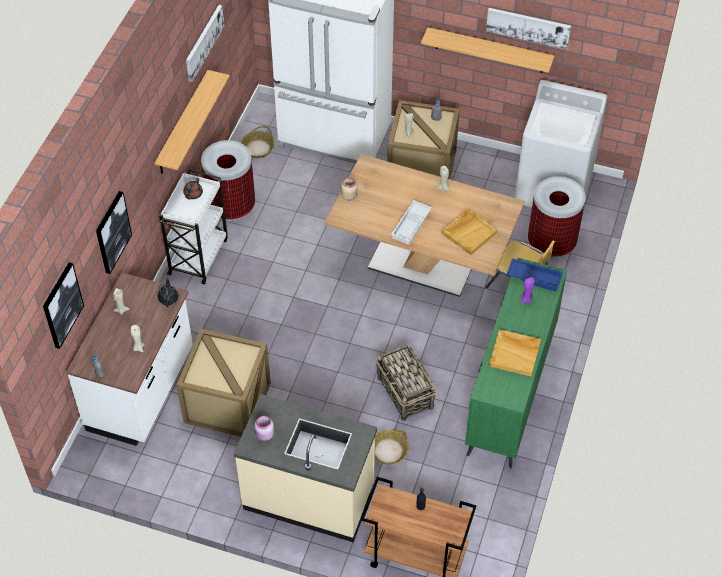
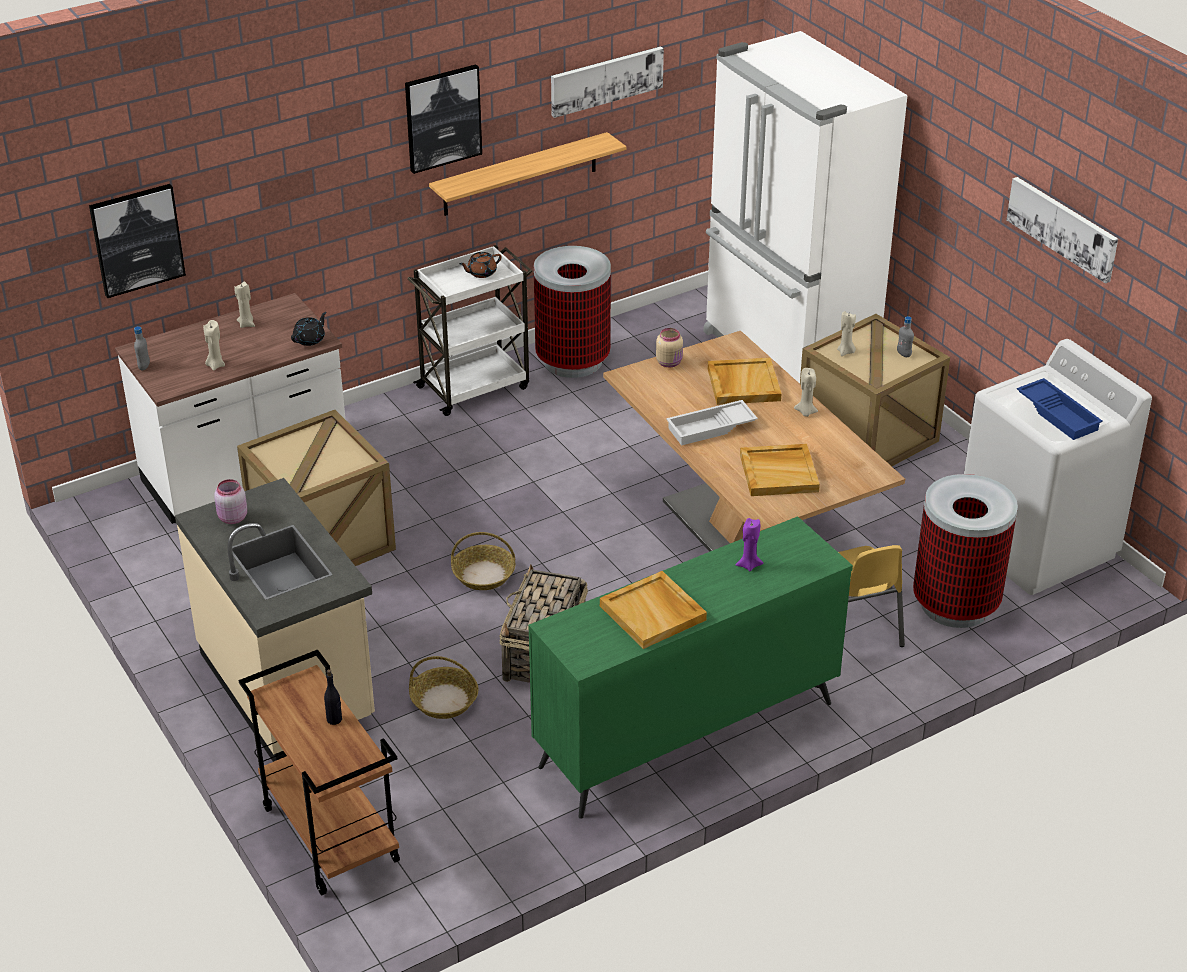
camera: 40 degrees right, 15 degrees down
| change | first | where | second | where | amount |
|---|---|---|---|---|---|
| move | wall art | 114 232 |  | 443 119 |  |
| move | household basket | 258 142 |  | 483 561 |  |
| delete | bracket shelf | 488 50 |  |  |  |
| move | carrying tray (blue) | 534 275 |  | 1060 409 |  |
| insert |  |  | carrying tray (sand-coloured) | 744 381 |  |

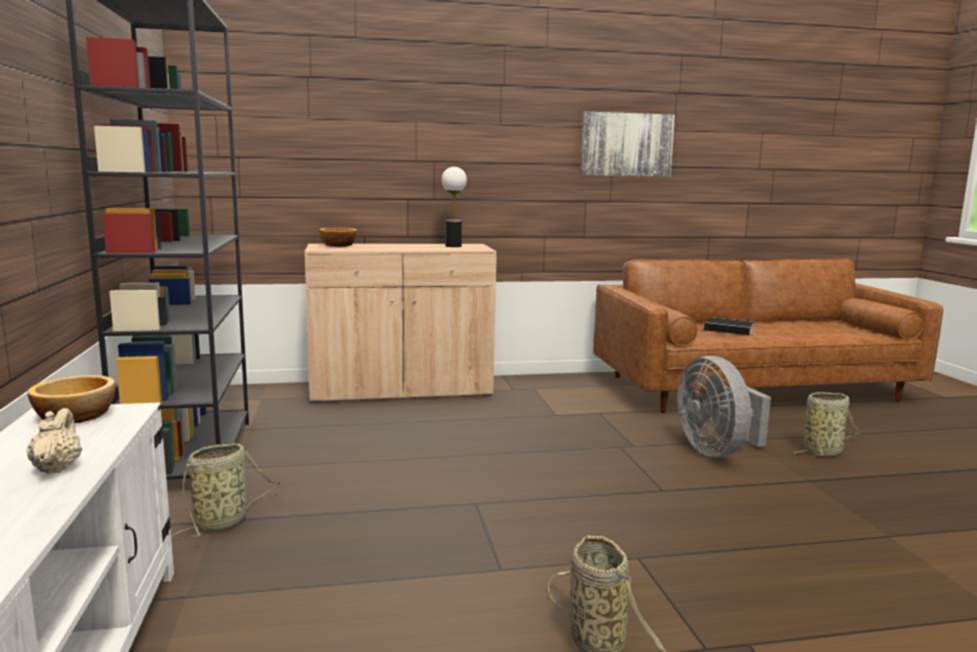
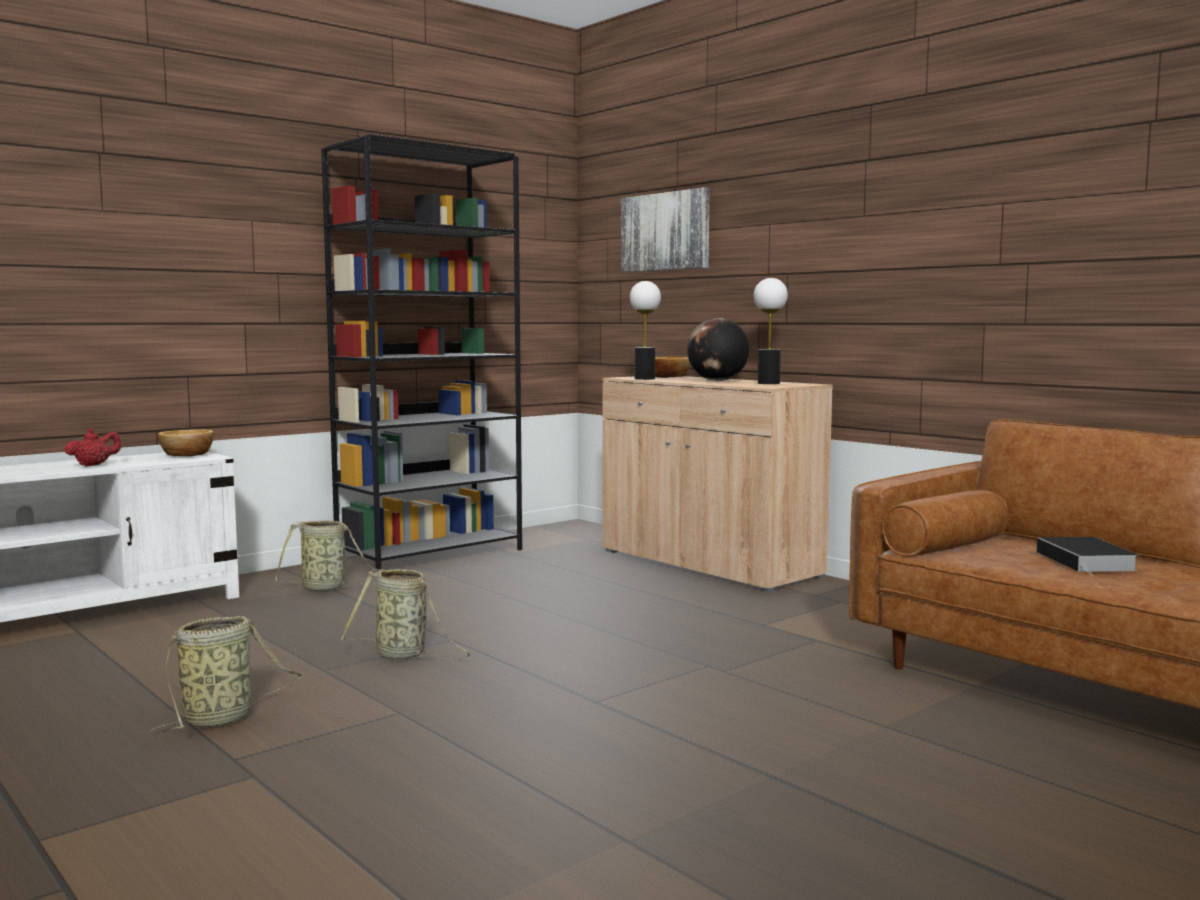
camera: 60 degrees right, 5 degrees down
| change | first | where | second | where | amount |
|---|---|---|---|---|---|
| recolor | pot for tea (sand-coloured) | 54 441 | pot for tea (red) | 92 447 |  |
| move | wall art | 627 144 |  | 665 229 |  |
| delete | cooling fan (greyish) | 724 407 |  |  |  |
| move | household basket | 827 424 |  | 405 614 |  |
| insert |  |  | table lamp | 645 330 |  |
| insert |  |  | world globe | 718 349 |  |

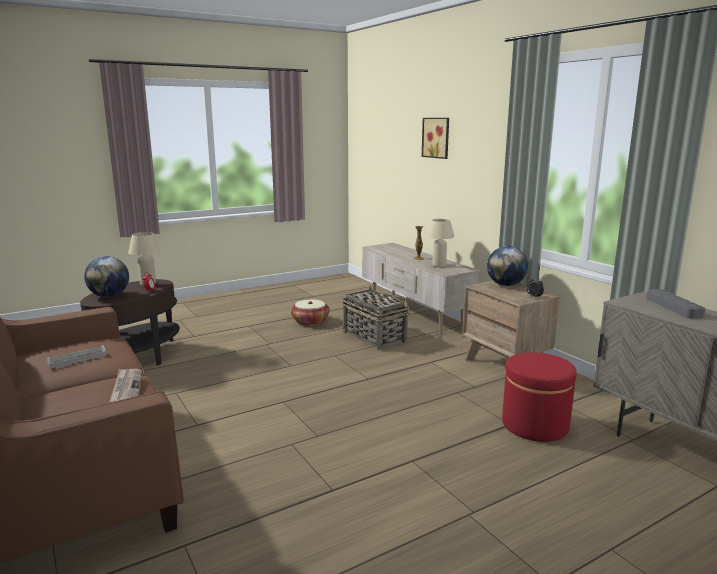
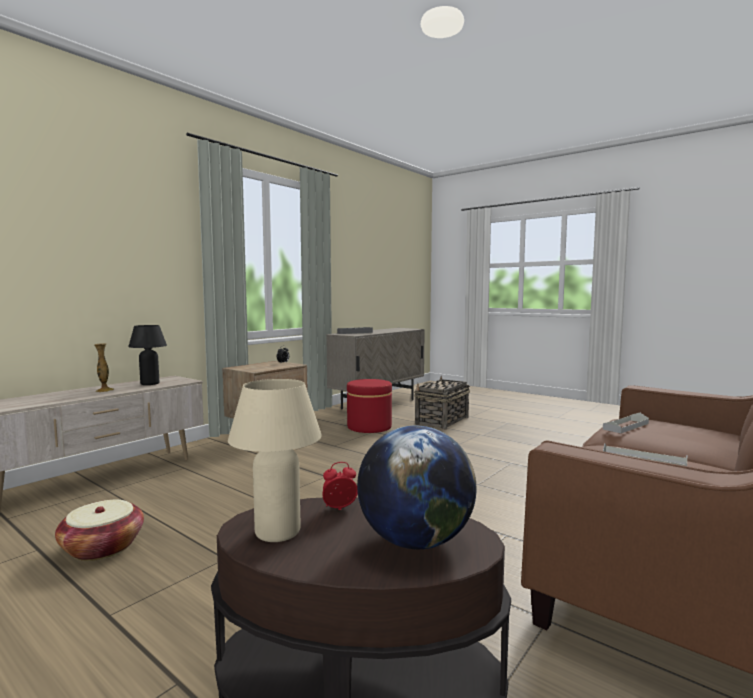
camera: 110 degrees left, 10 degrees down
| change | first | where | second | where | amount |
|---|---|---|---|---|---|
| replace | printed paper | 125 385 | carrying tray (greyish) | 626 423 |  |
| move | household basket | 376 317 |  | 442 403 |  |
| delete | wall art | 435 138 |  |  |  |
| recolor | table lamp (sand-coloured) | 440 243 | table lamp (black-coloured) | 147 355 |  |
| delete | world globe | 507 266 |  |  |  |

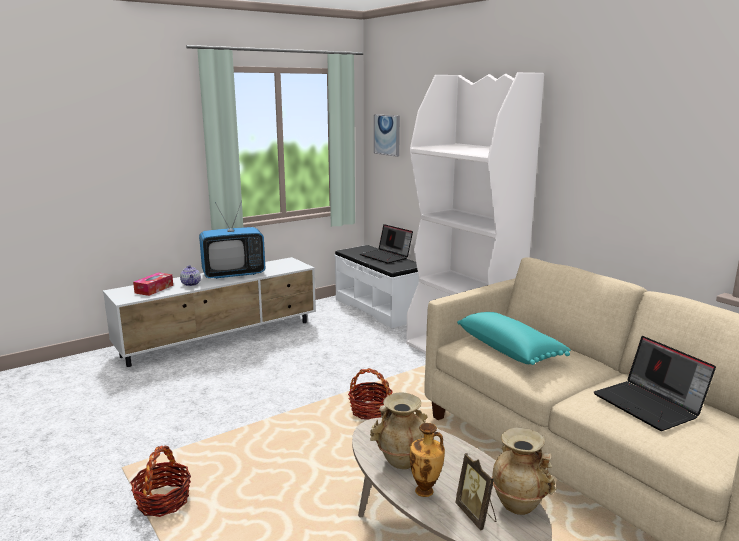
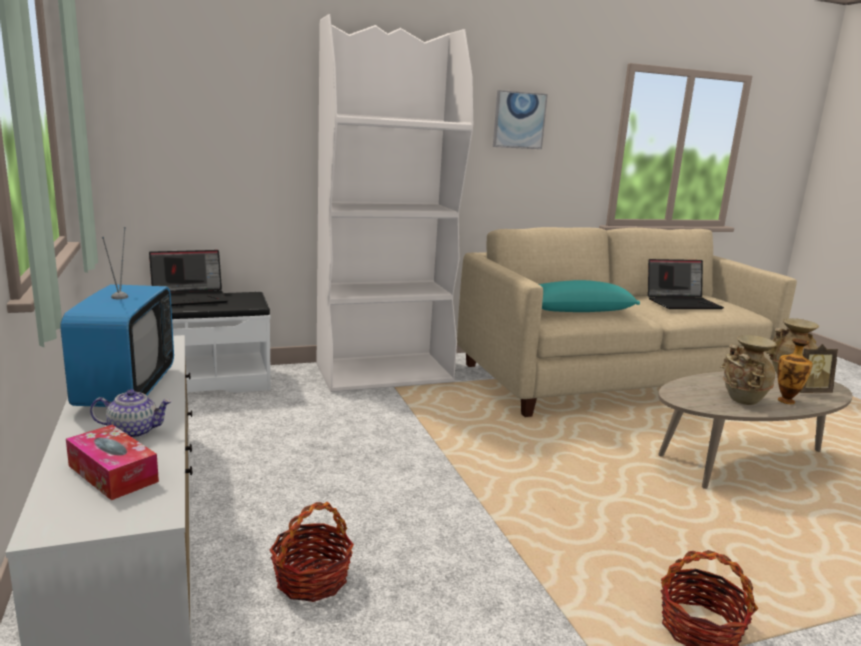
camera: 75 degrees left, 0 degrees up
| change | first | where | second | where | amount |
|---|---|---|---|---|---|
| move | household basket | 370 394 |  | 312 552 |  |
| move | wall art | 387 135 |  | 520 119 |  |

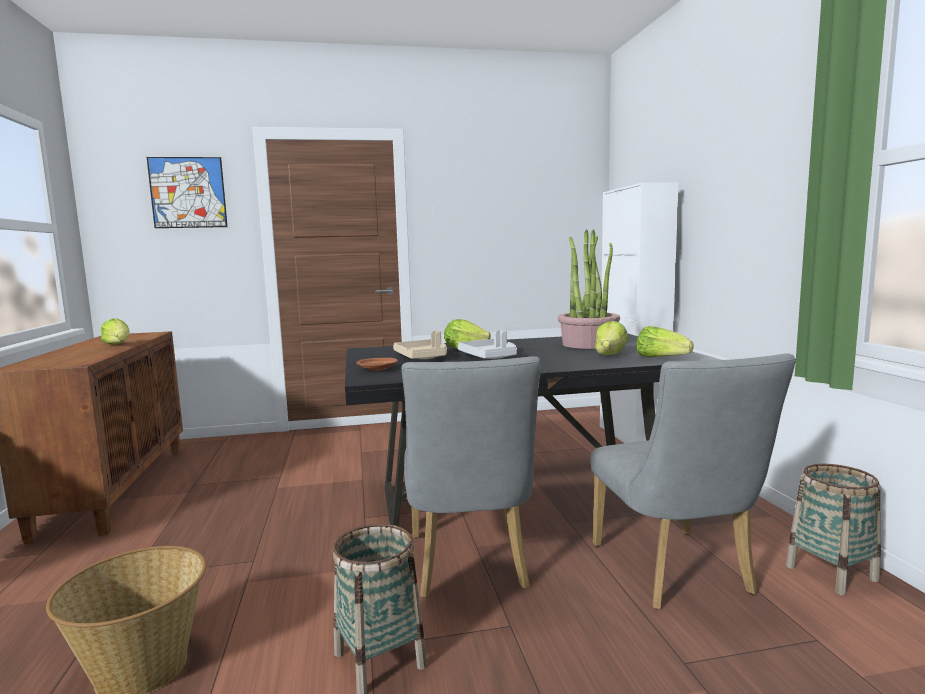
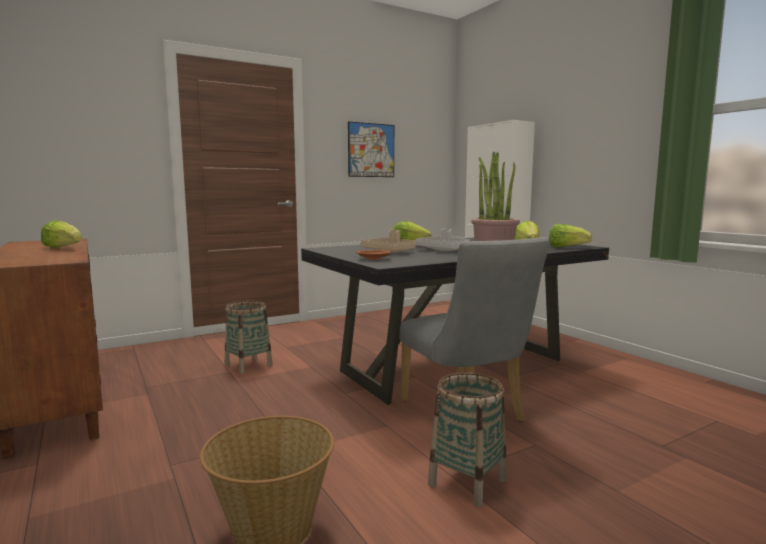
camera: 20 degrees left, 0 degrees up
| change | first | where | second | where | amount |
|---|---|---|---|---|---|
| move | wall art | 187 192 |  | 371 149 |  |
| delete | upright chair (greyish) | 693 481 |  |  |  |
| move | household basket | 833 530 |  | 249 337 |  |

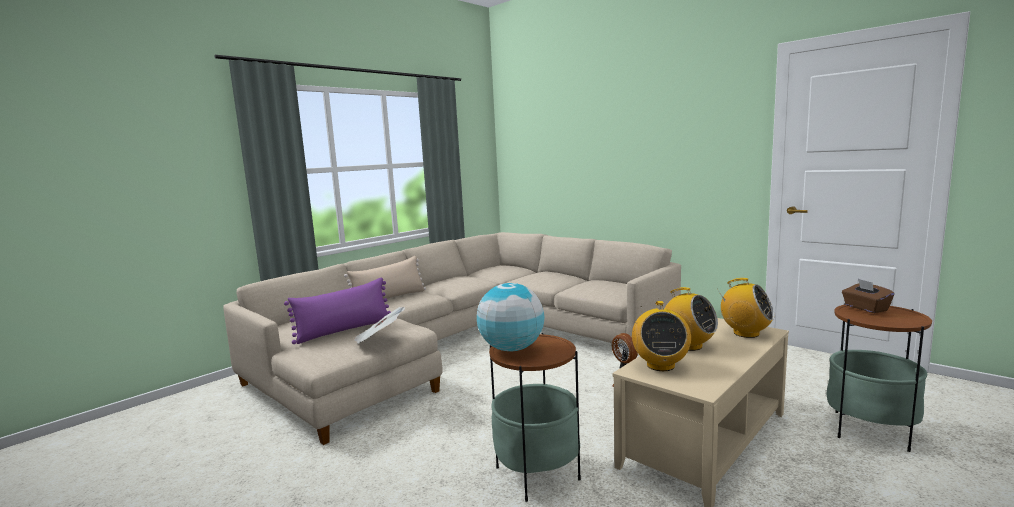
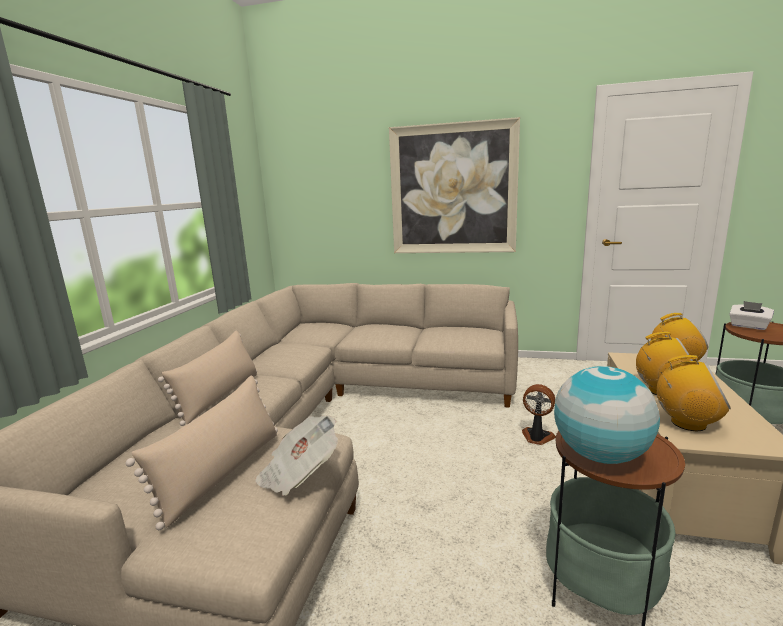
camera: 30 degrees left, 5 degrees up
| change | first | where | second | where | amount |
|---|---|---|---|---|---|
| recolor | throw pillow (purple-coloured) | 337 311 | throw pillow (sand-coloured) | 202 453 |  |
| rotate | radio | 661 336 |  | 693 393 | 45 degrees counterclockwise |
| recolor | tissue holder (brown-coloured) | 868 296 | tissue holder (white) | 752 315 |  |
| insert |  |  | wall art | 454 185 |  |

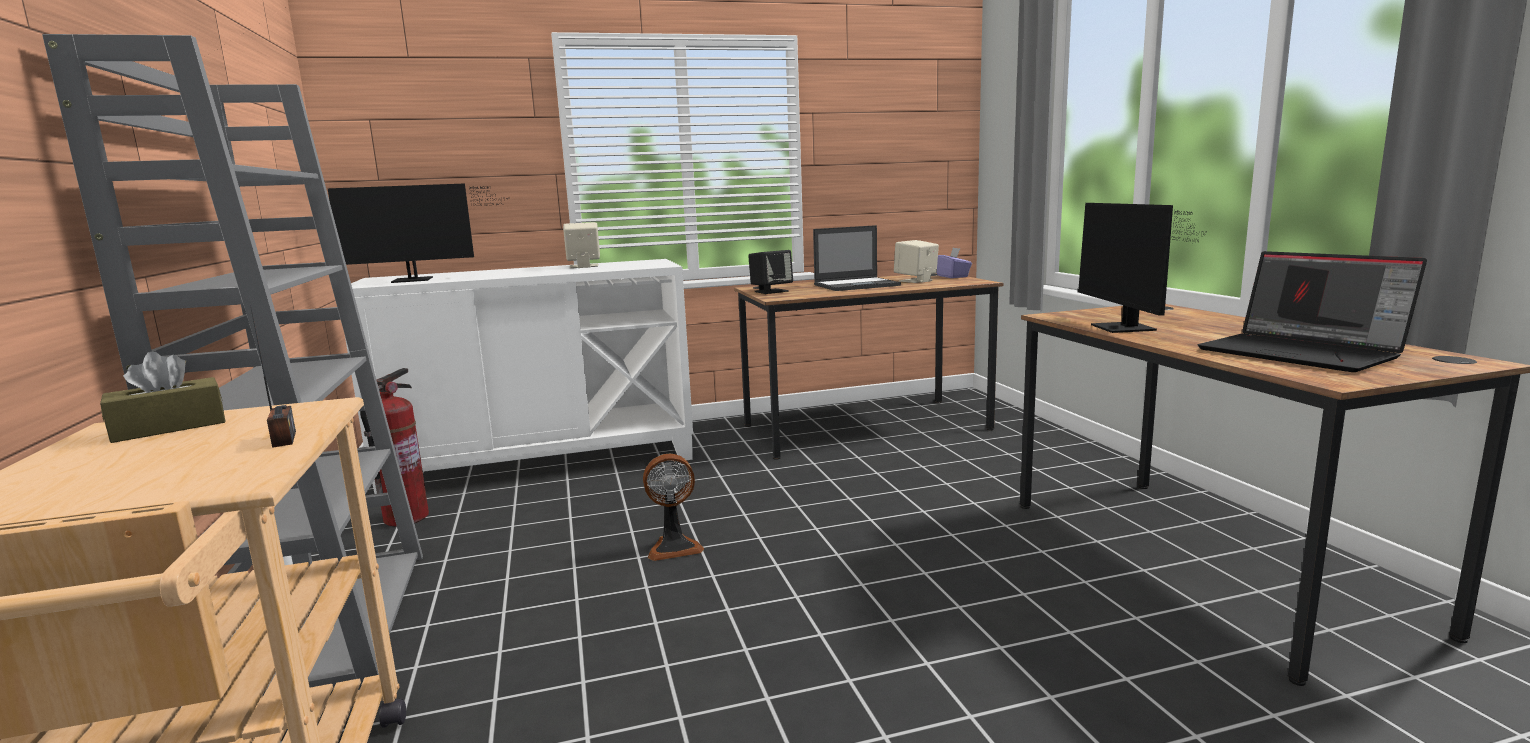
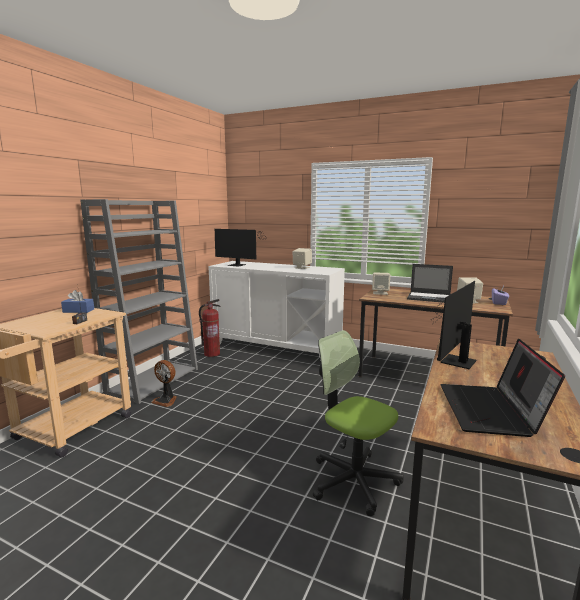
camera: 40 degrees right, 0 degrees up
| change | first | where | second | where | amount |
|---|---|---|---|---|---|
| recolor | tissue holder (brown-coloured) | 163 397 | tissue holder (blue) | 77 301 |  |
| move | cooling fan | 673 507 |  | 163 383 |  |
| recolor | loudspeaker (black-coloured) | 770 272 | loudspeaker (sand-coloured) | 381 283 |  |
| insert |  |  | computer chair | 358 423 |  |

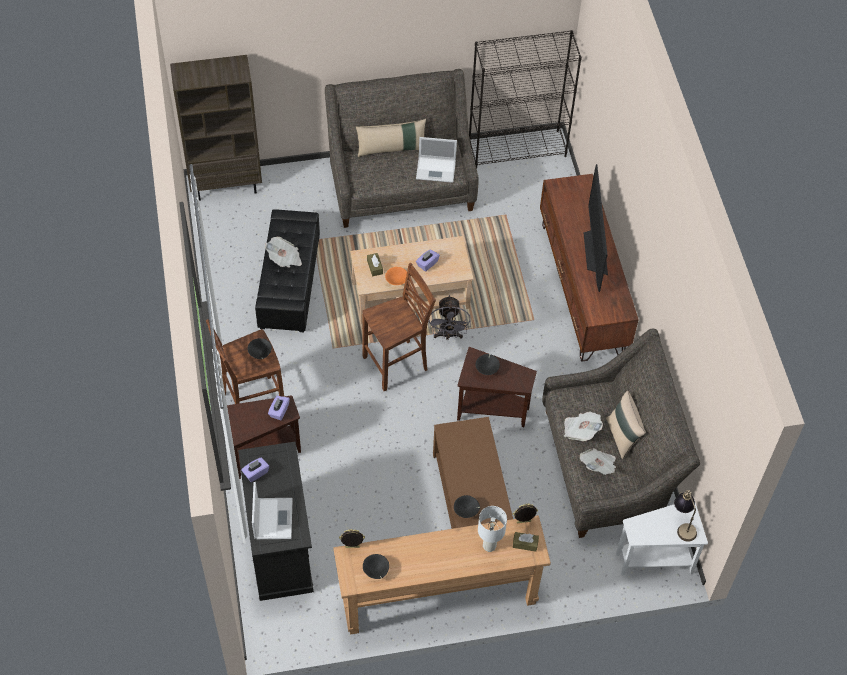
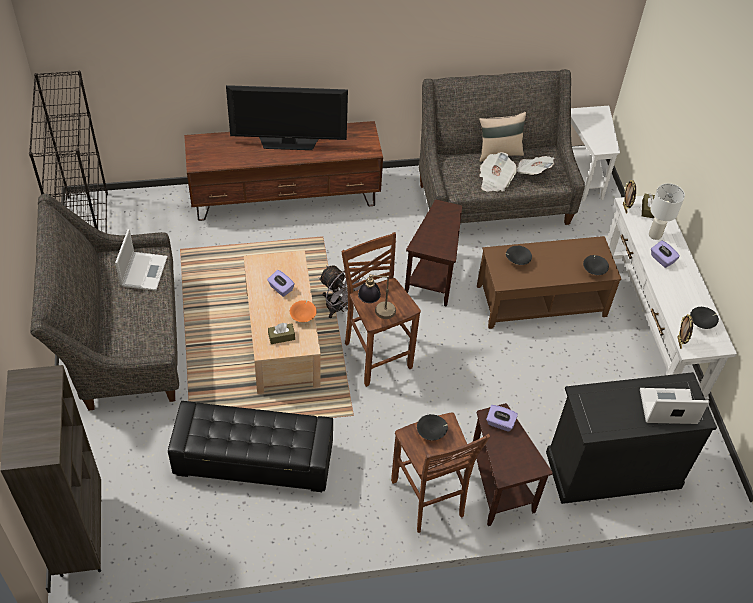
camera: 90 degrees left, 5 degrees down
| change | first | where | second | where | amount |
|---|---|---|---|---|---|
| move | tissue holder (purple-coloured) | 255 469 |  | 665 254 |  |
| delete | printed paper | 283 252 |  |  |  |
| recolor | hall table (brown-coloured) | 442 575 | hall table (white) | 672 298 |  |
| delete | throw pillow (sand-coloured) | 391 138 |  |  |  |
| rotate | cooling fan (greyish) | 449 317 |  | 342 292 | 45 degrees clockwise |
| move | bowl (black-coloured) | 488 364 |  | 519 255 |  |
| move | table lamp | 685 515 |  | 377 296 |  |

